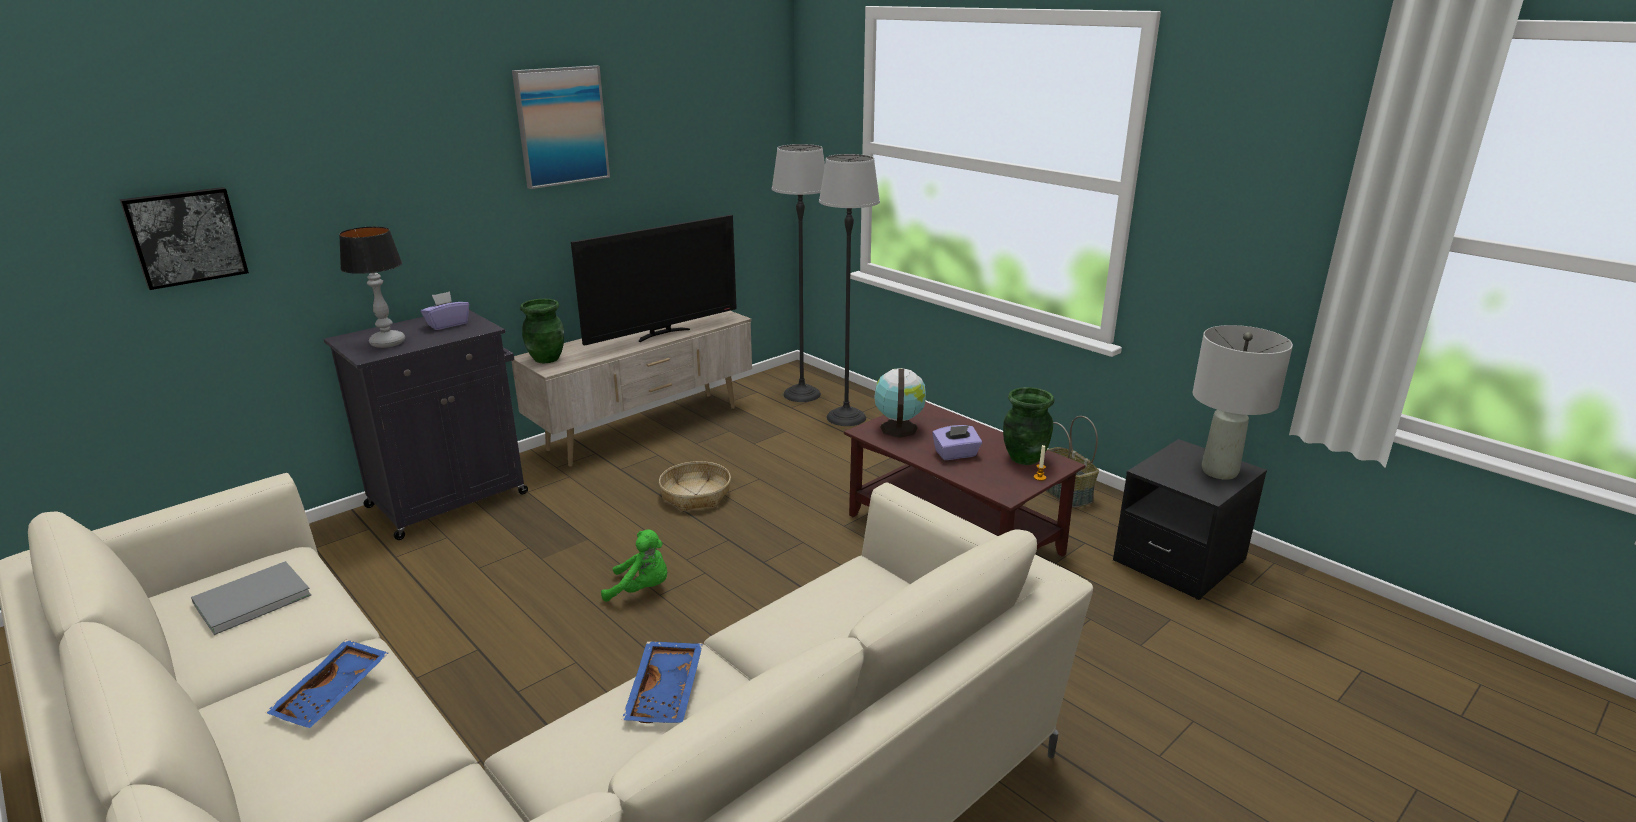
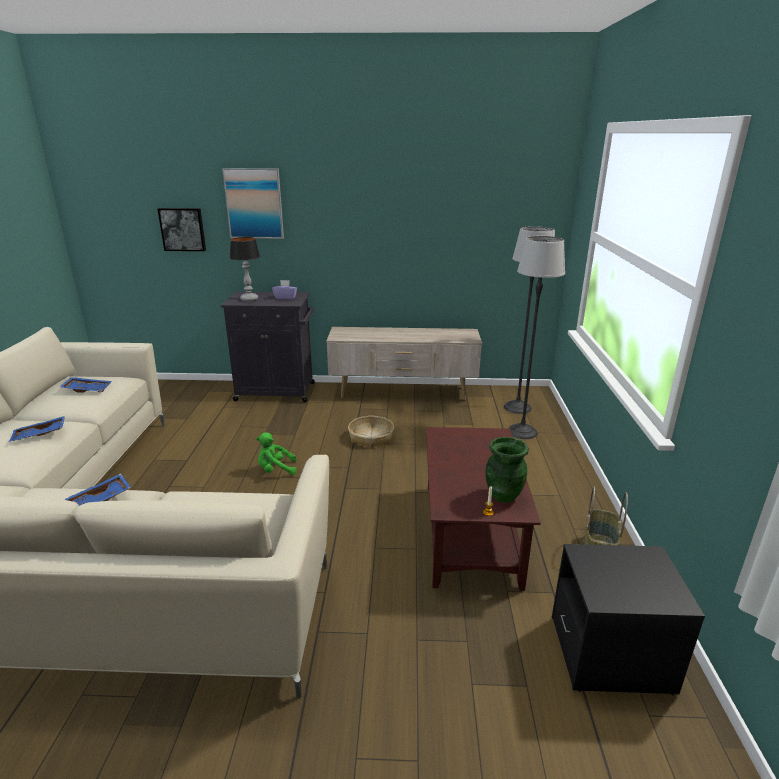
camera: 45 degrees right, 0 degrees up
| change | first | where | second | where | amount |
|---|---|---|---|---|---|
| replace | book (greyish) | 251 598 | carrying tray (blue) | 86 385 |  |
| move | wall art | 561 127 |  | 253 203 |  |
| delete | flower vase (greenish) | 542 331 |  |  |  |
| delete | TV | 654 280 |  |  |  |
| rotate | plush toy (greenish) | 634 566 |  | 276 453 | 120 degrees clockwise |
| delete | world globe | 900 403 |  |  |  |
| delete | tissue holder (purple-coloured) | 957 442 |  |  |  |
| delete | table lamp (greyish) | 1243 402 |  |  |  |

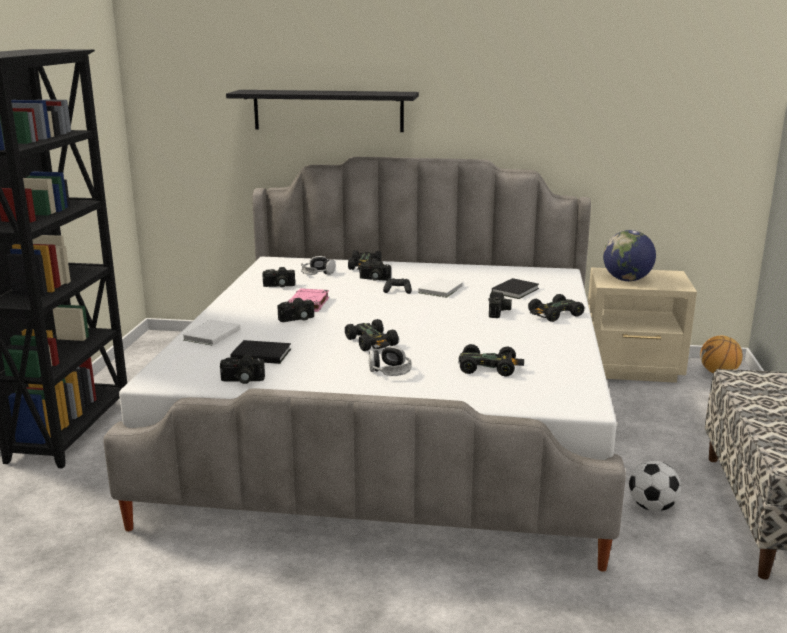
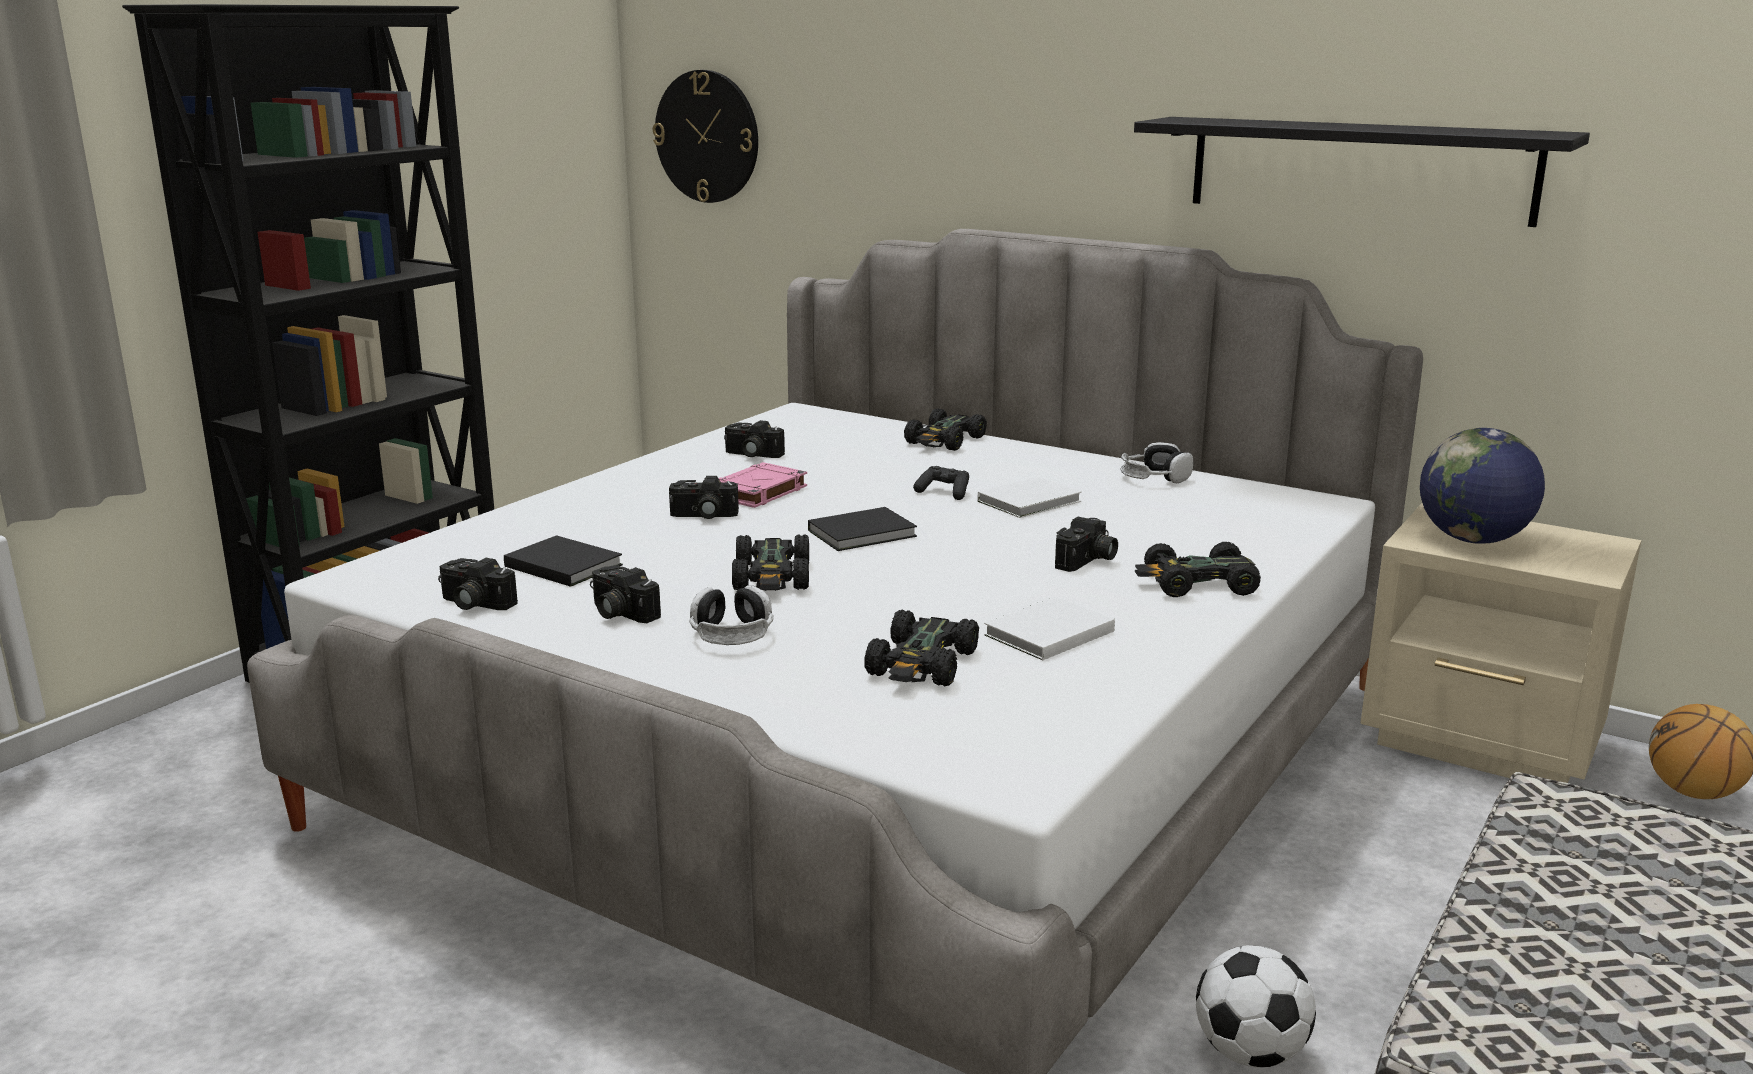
camera: 25 degrees right, 0 degrees up
| change | first | where | second | where | amount |
|---|---|---|---|---|---|
| move | book (white) | 211 332 |  | 1049 628 |  |
| move | bracket shelf (black-coloured) | 322 111 |  | 1362 172 |  |
| move | headset | 318 265 |  | 1156 462 |  |
| move | still camera | 375 271 |  | 625 594 |  |
| rotate | miniature car (black-coloured) | 491 360 |  | 921 648 | 75 degrees clockwise |
| move | book (black-coloured) | 515 288 |  | 862 529 |  |
| insert |  |  | wall clock | 705 136 |  |

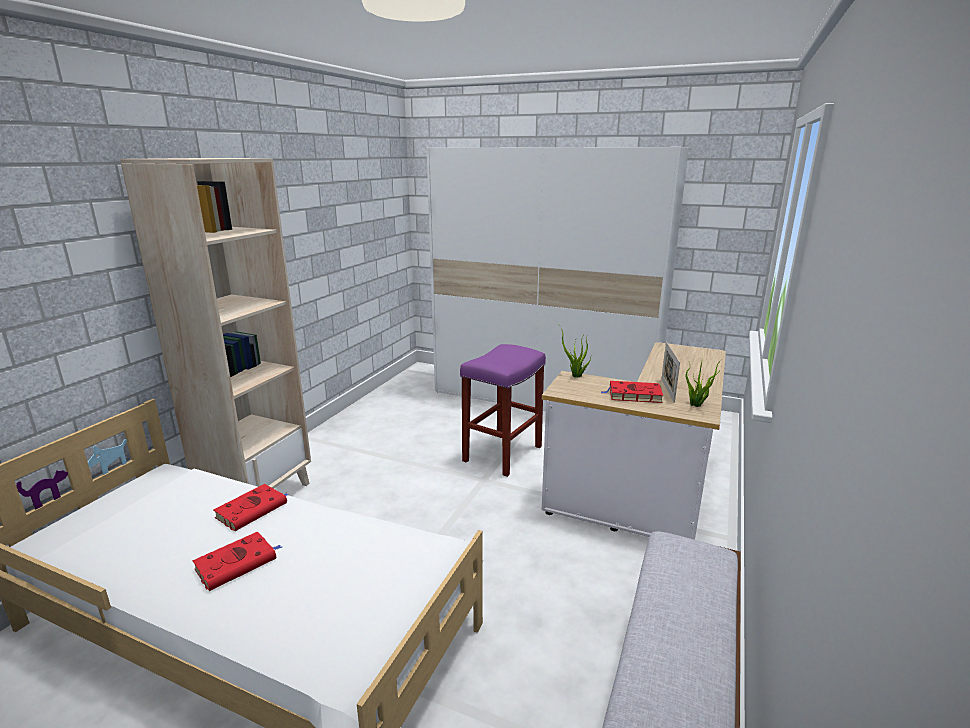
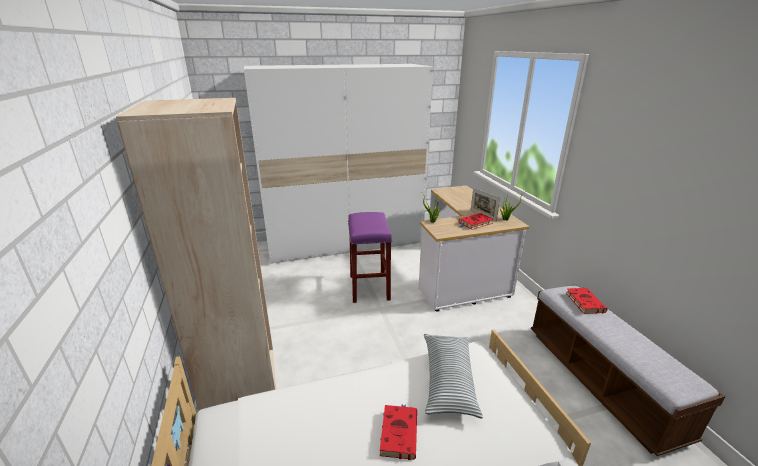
camera: 40 degrees left, 5 degrees up
| change | first | where | second | where | amount |
|---|---|---|---|---|---|
| move | book (red) | 251 507 |  | 586 301 |  |
| insert |  |  | throw pillow | 453 376 |  |

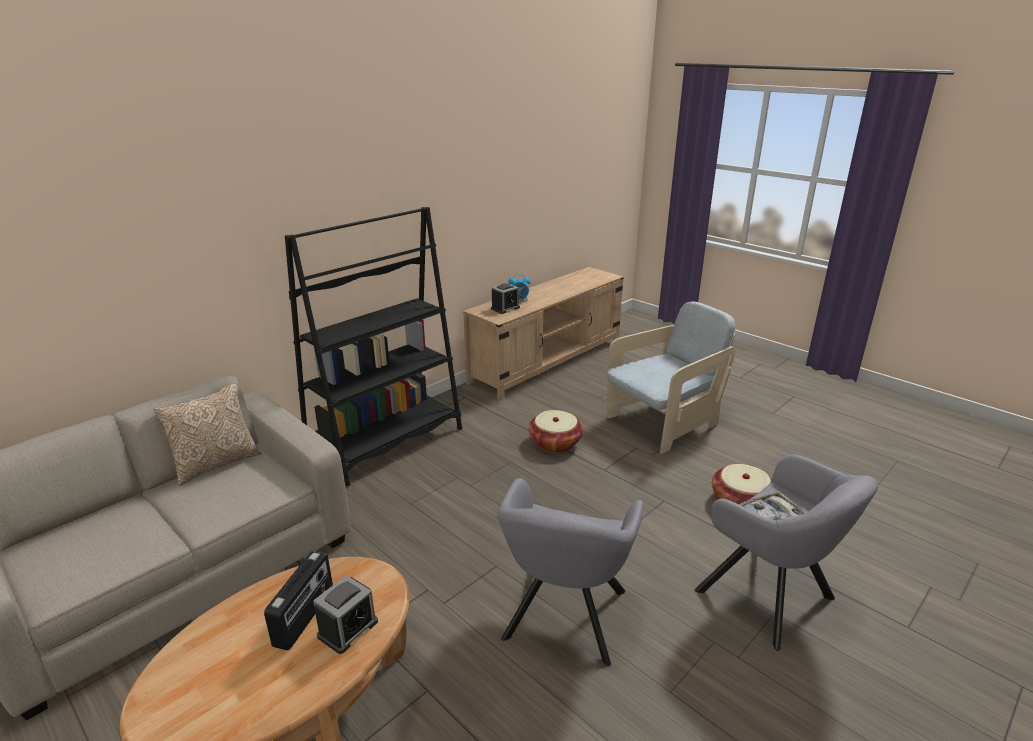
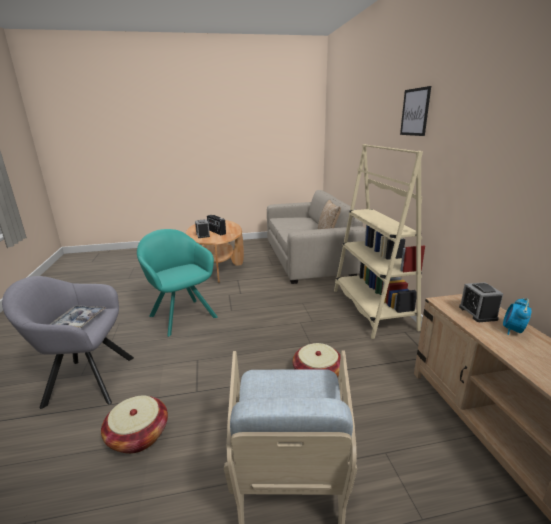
camera: 125 degrees right, 5 degrees down
| change | first | where | second | where | amount |
|---|---|---|---|---|---|
| recolor | bookcase (black-coloured) | 373 346 | bookcase (sand-coloured) | 379 241 |  |
| recolor | easy chair (greyish) | 570 572 | easy chair (blue-green) | 177 283 |  |
| insert |  |  | wall art | 415 111 |  |

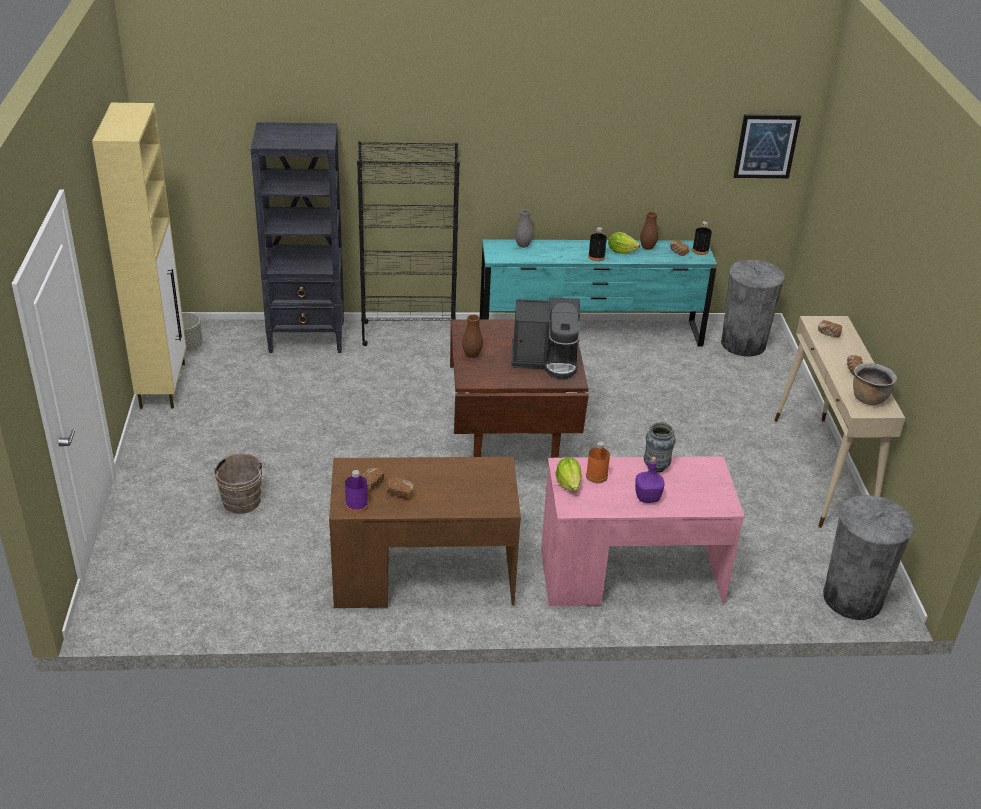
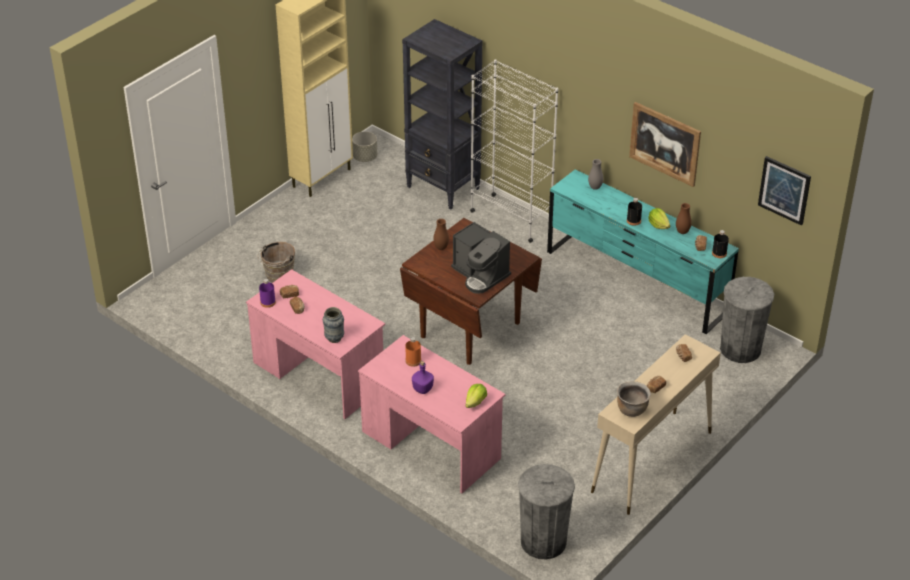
camera: 45 degrees right, 5 degrees up
| change | first | where | second | where | amount |
|---|---|---|---|---|---|
| recolor | desk table (brown-coloured) | 425 532 | desk table (pink) | 315 344 |  |
| recolor | bookcase (black-coloured) | 408 243 | bookcase (white) | 514 151 |  |
| move | lettuce | 568 474 |  | 476 396 |  |
| move | flower vase | 659 447 |  | 333 325 |  |
| insert |  |  | wall art | 665 144 |  |

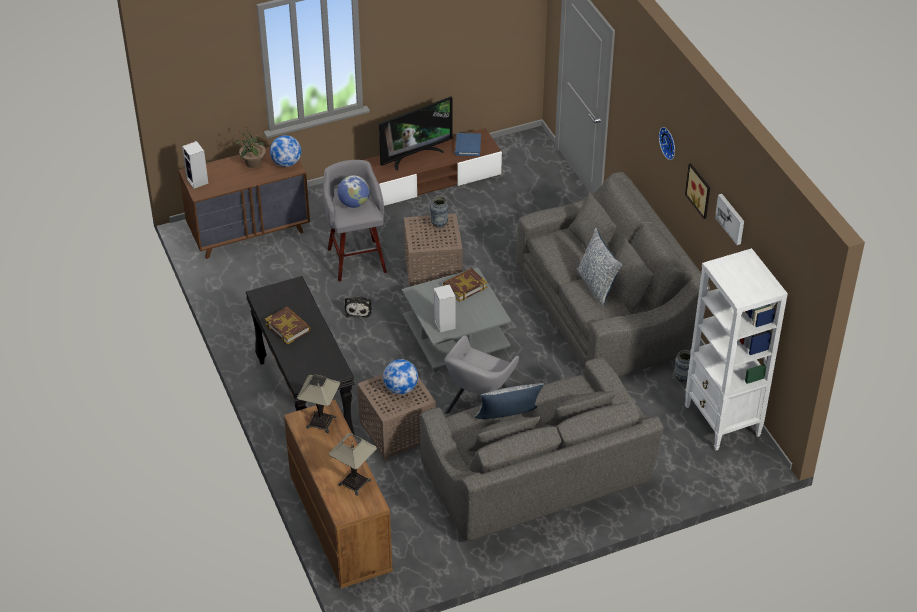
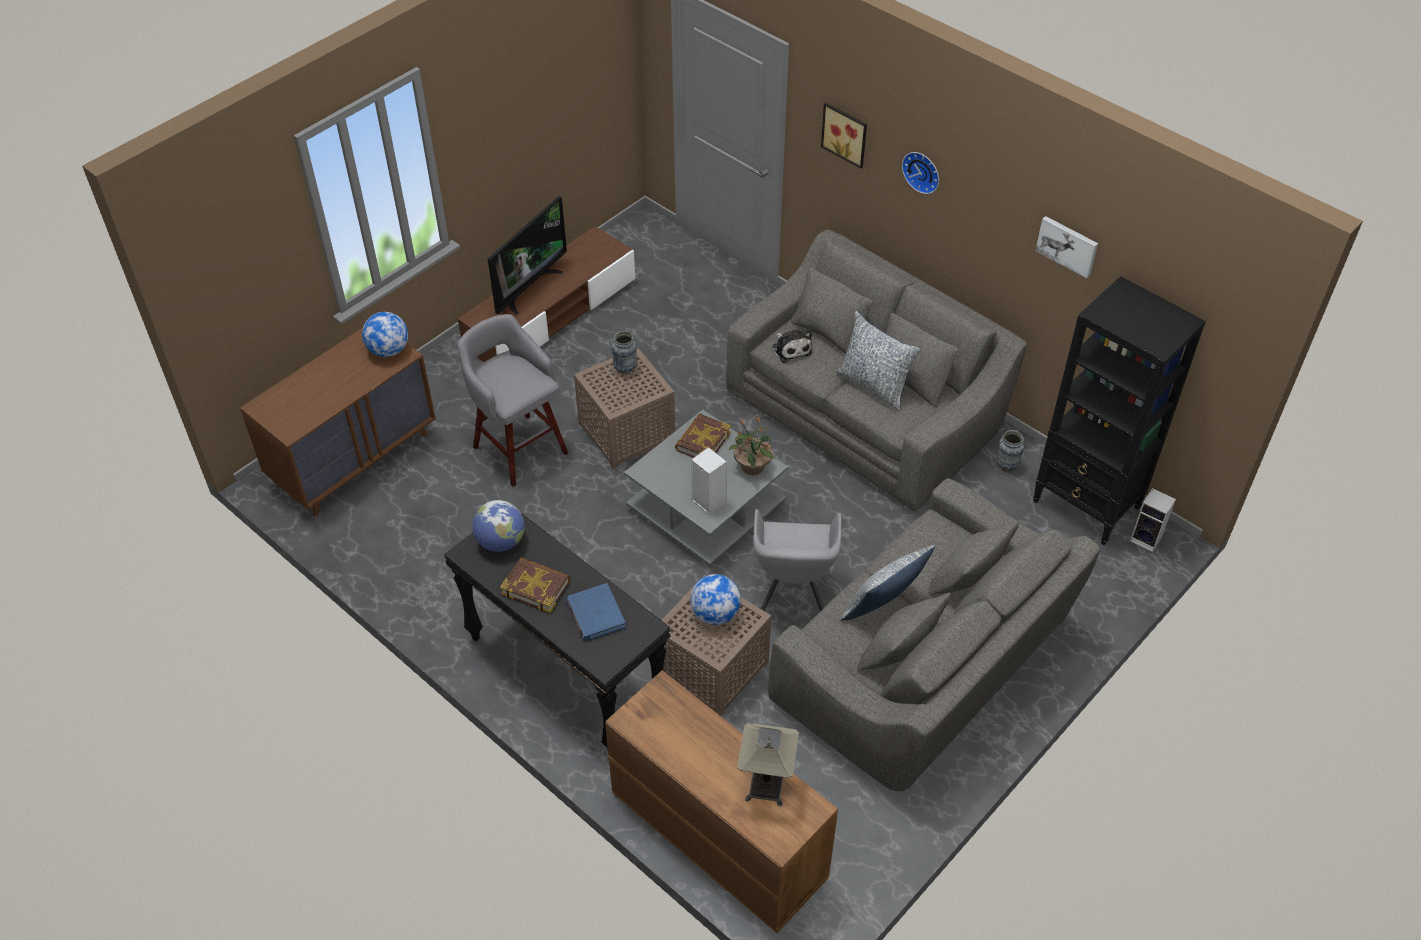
camera: 25 degrees left, 5 degrees up
| change | first | where | second | where | amount |
|---|---|---|---|---|---|
| move | loudspeaker | 195 165 |  | 1153 520 |  |
| move | houseplant | 250 146 |  | 752 445 |  |
| delete | table lamp | 319 403 |  |  |  |
| move | world globe | 353 191 |  | 498 526 |  |
| move | plush toy | 358 307 |  | 792 346 |  |
| move | book (blue) | 468 144 |  | 596 612 |  |
| move | wall art | 697 191 |  | 844 135 |  |
| recolor | bookcase (white) | 736 349 | bookcase (black-coloured) | 1119 410 |  |

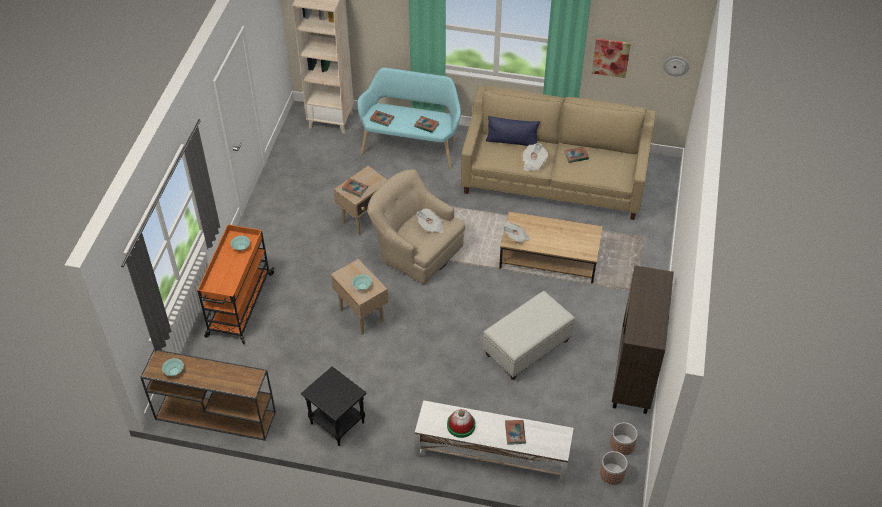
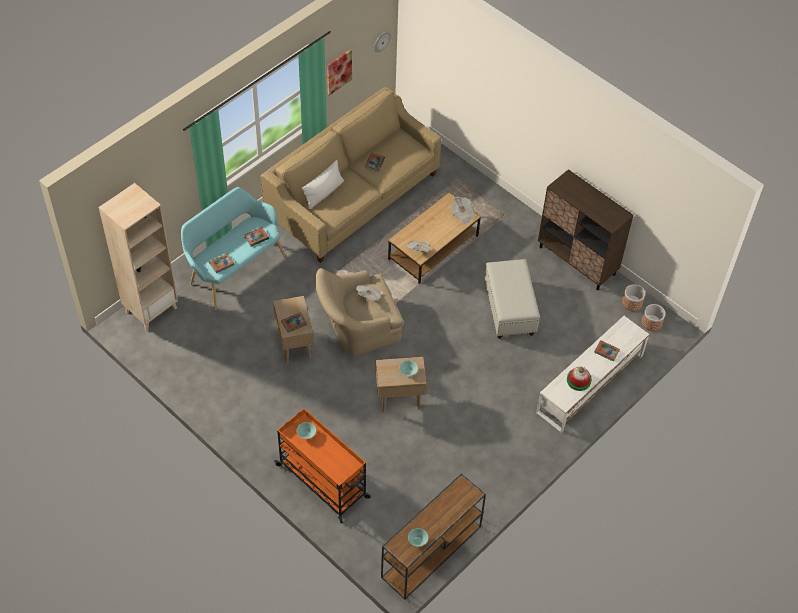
camera: 60 degrees left, 5 degrees up
| change | first | where | second | where | amount |
|---|---|---|---|---|---|
| delete | side table (black-coloured) | 334 406 |  |  |  |
| recolor | throw pillow (blue) | 513 131 | throw pillow (white) | 323 184 |  |
| move | printed paper | 535 157 |  | 463 211 |  |

